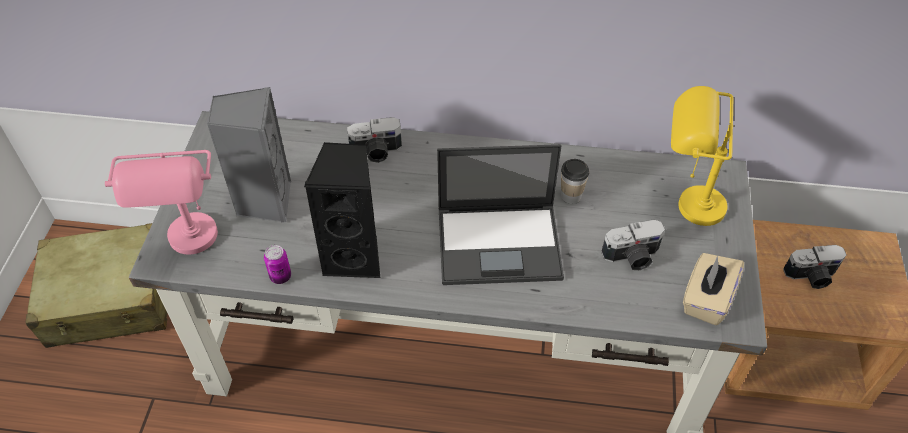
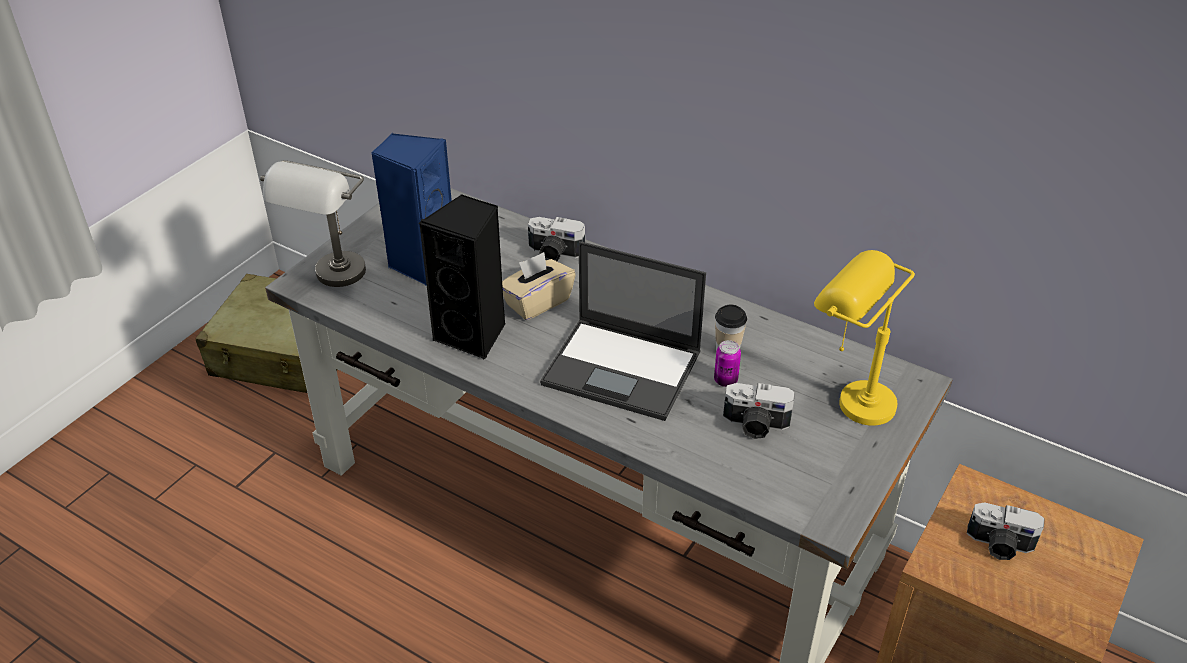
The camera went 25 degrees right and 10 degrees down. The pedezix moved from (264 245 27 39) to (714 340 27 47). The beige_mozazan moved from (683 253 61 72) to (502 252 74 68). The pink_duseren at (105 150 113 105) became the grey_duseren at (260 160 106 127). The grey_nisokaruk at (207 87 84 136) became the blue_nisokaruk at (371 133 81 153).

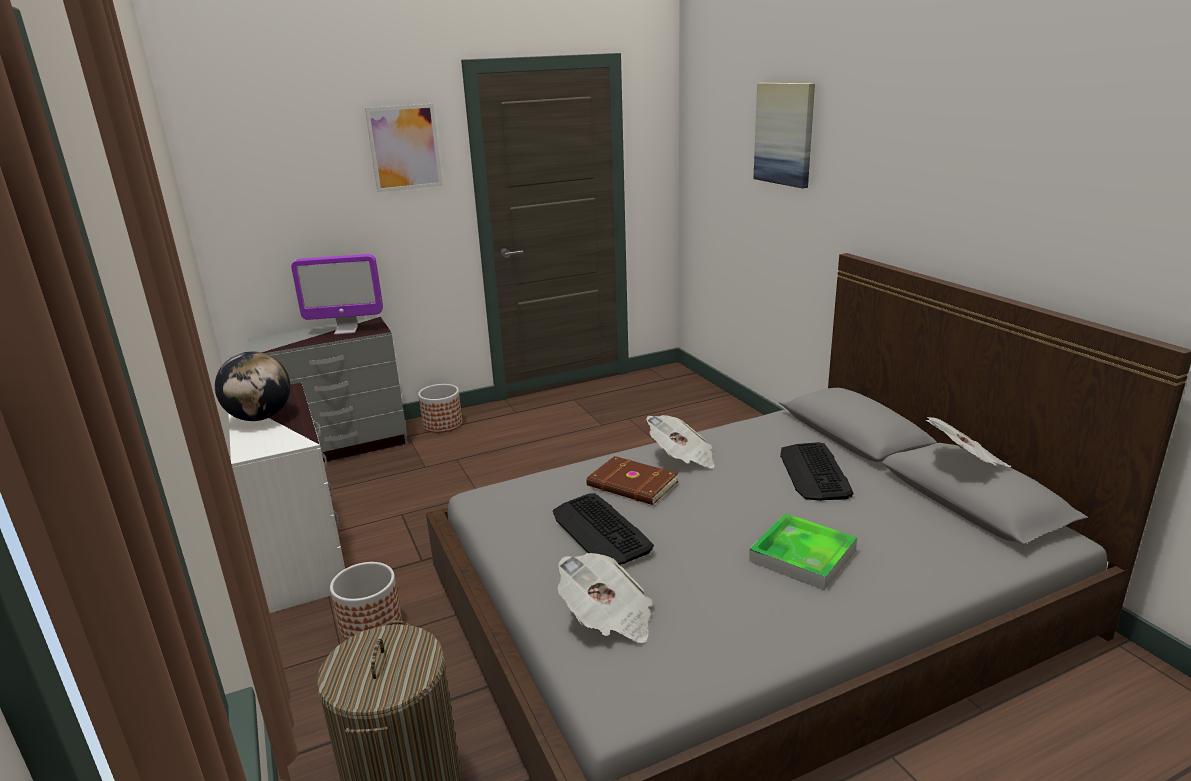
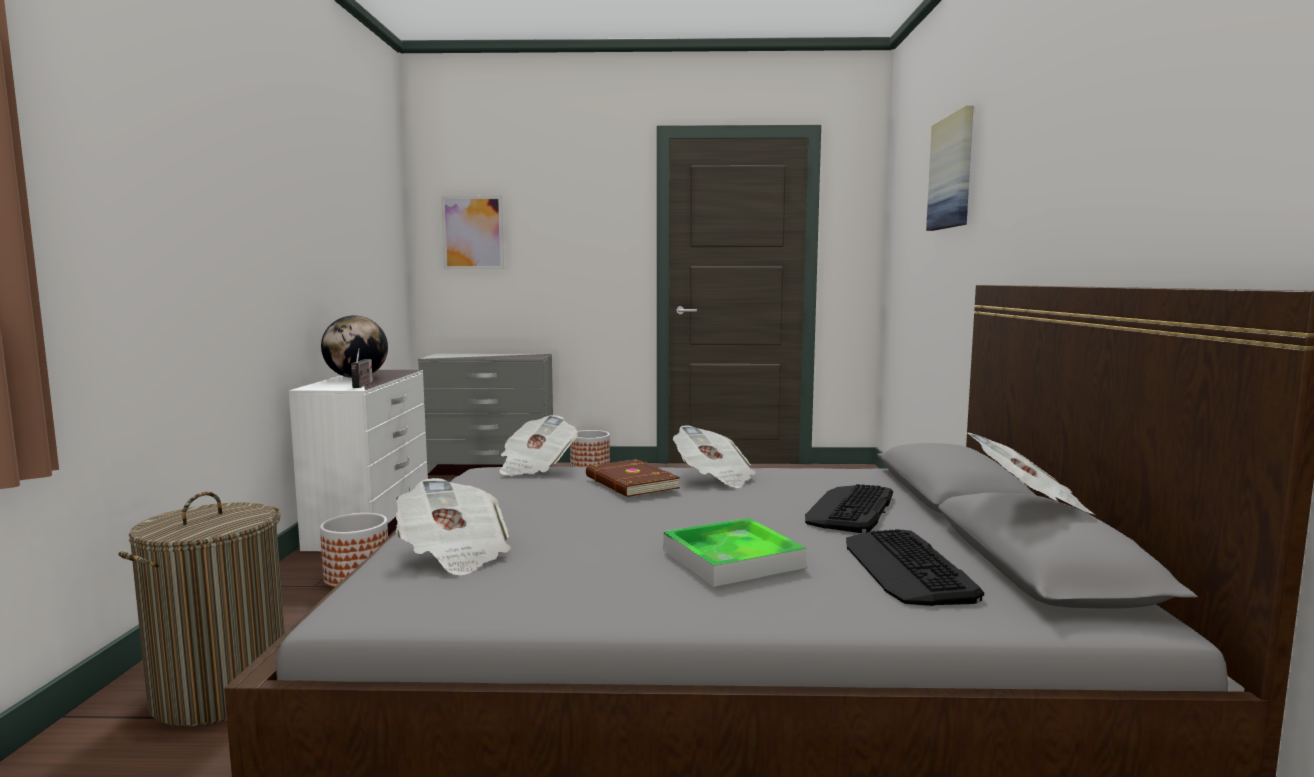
The camera went 25 degrees right and 15 degrees down. The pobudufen at (291 254 92 81) disappeared. The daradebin at (351 349 22 39) appeared. The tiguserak at (499 415 78 61) appeared. The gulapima moved from (365 104 78 88) to (441 196 63 74). The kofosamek moved from (553 493 101 72) to (846 529 138 77).

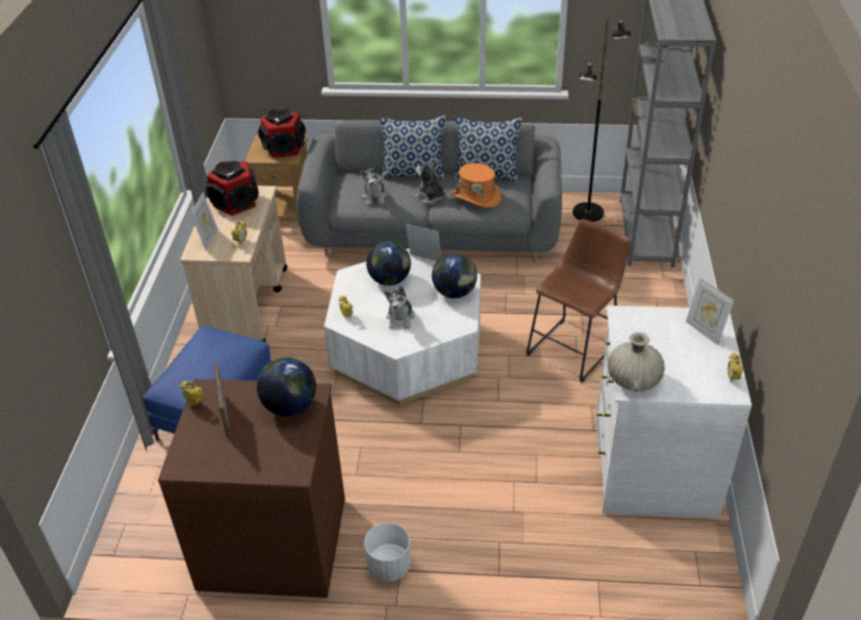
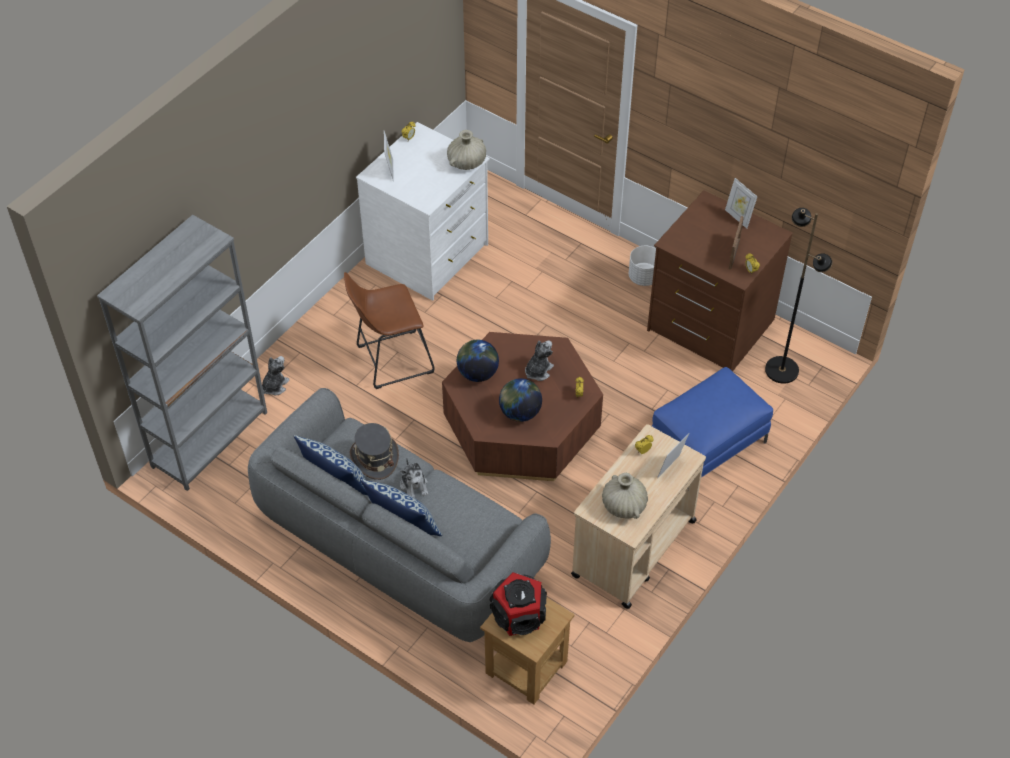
The camera went 150 degrees left and 10 degrees up. The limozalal at (257 357 59 59) disappeared. The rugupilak moved from (360 166 27 39) to (262 356 28 40). The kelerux moved from (405 224 36 37) to (725 178 32 51). The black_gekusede moved from (573 19 58 203) to (765 208 68 176). The nisokaruk at (206 161 53 55) was replaced by the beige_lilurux at (602 473 46 46). The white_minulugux at (324 248 157 157) became the brown_minulugux at (442 332 161 149). The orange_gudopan at (453 163 48 45) became the grey_gudopan at (350 423 49 57).

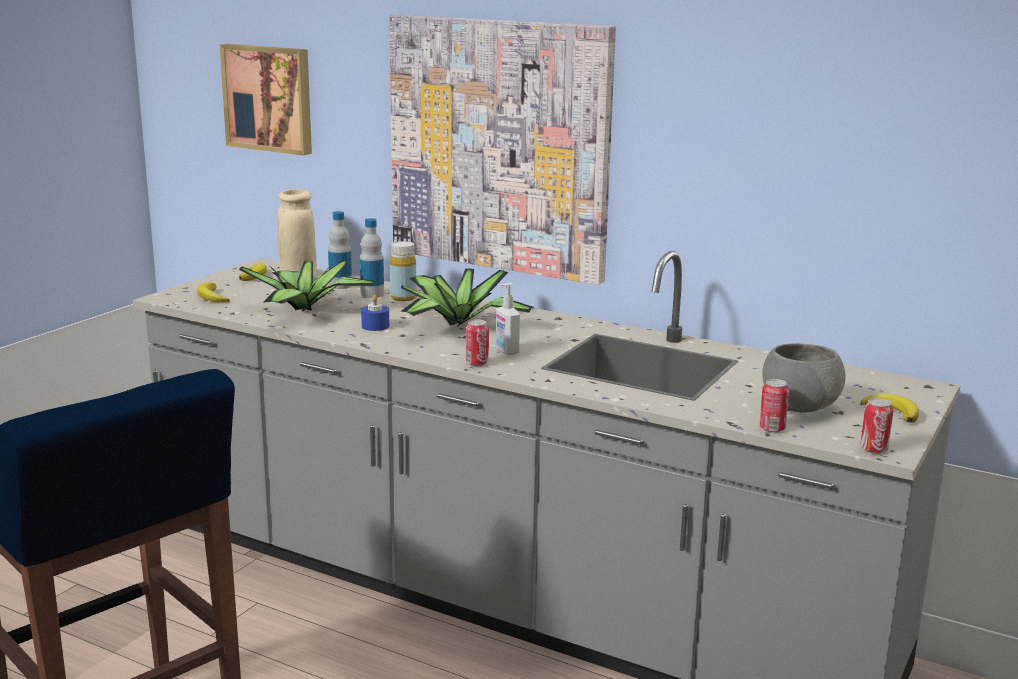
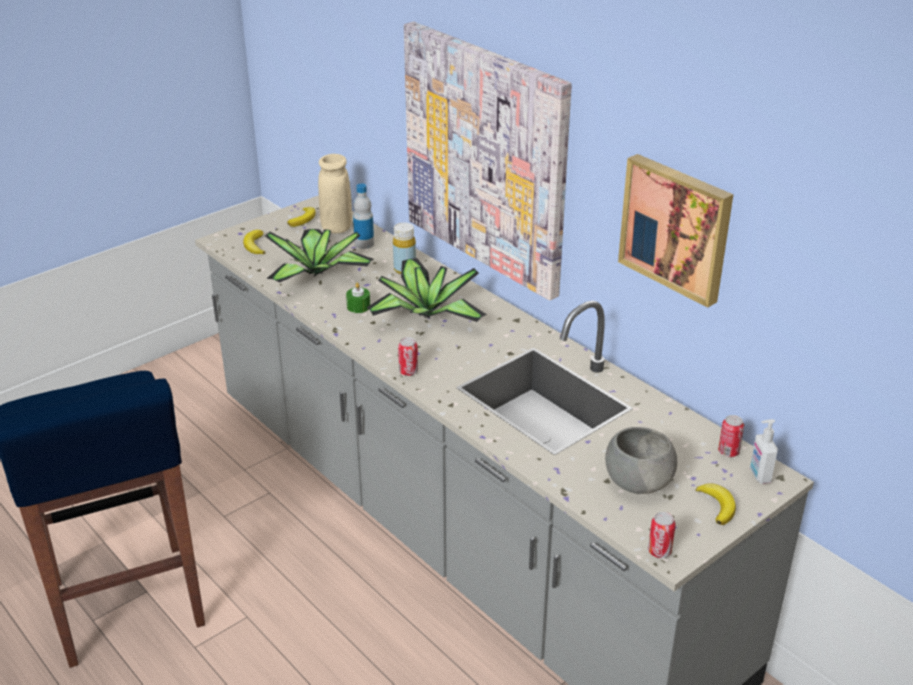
The camera went 20 degrees right and 15 degrees up. The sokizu at (360 218 24 80) disappeared. The gulapima moved from (220 44 92 112) to (618 154 115 154). The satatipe moved from (496 283 24 72) to (750 419 28 65). The pedezix moved from (759 379 30 54) to (718 415 26 42). The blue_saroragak at (361 295 28 36) became the green_saroragak at (346 282 24 31).

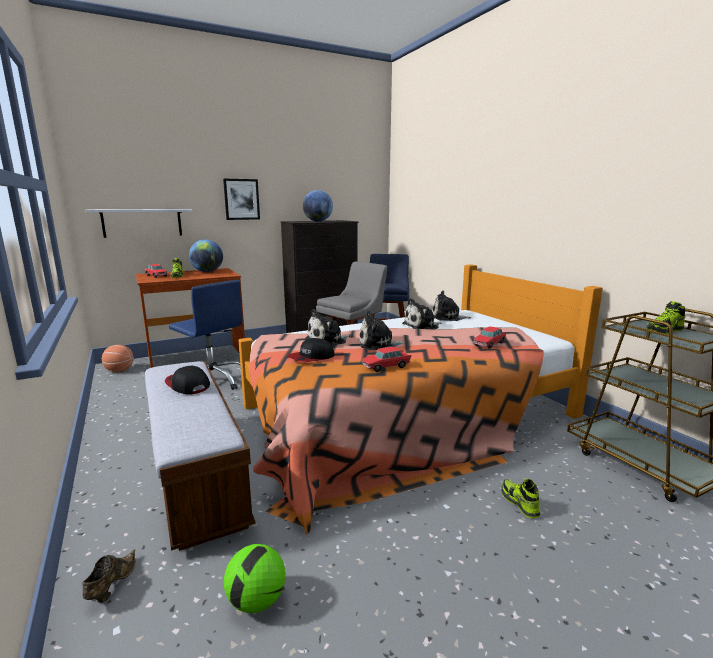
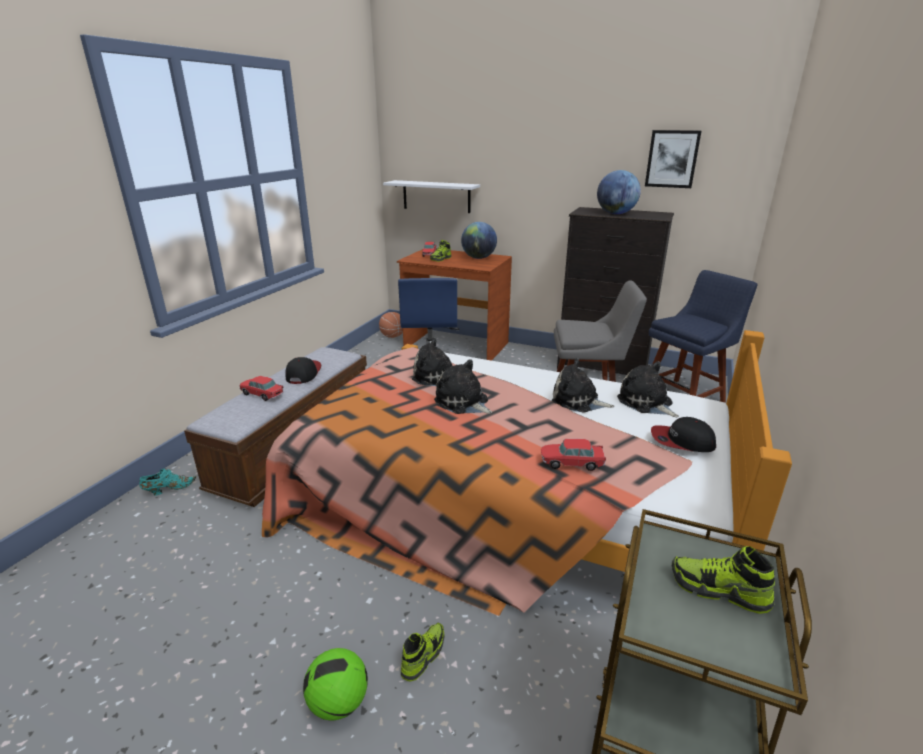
The camera went 50 degrees right and 10 degrees up. The gulapima moved from (223 179 37 41) to (645 130 57 58). The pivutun moved from (224 544 61 69) to (303 648 65 73). The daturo moved from (287 338 47 24) to (651 417 65 35). The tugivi moved from (362 347 49 25) to (239 376 45 25). The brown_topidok at (82 549 53 54) became the turquoise_topidok at (139 469 57 27).

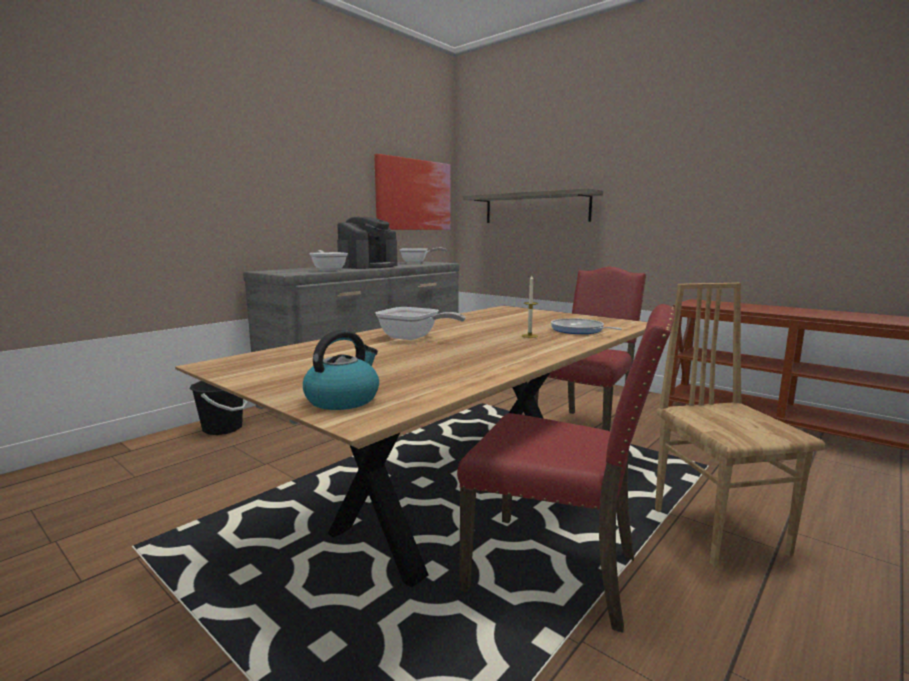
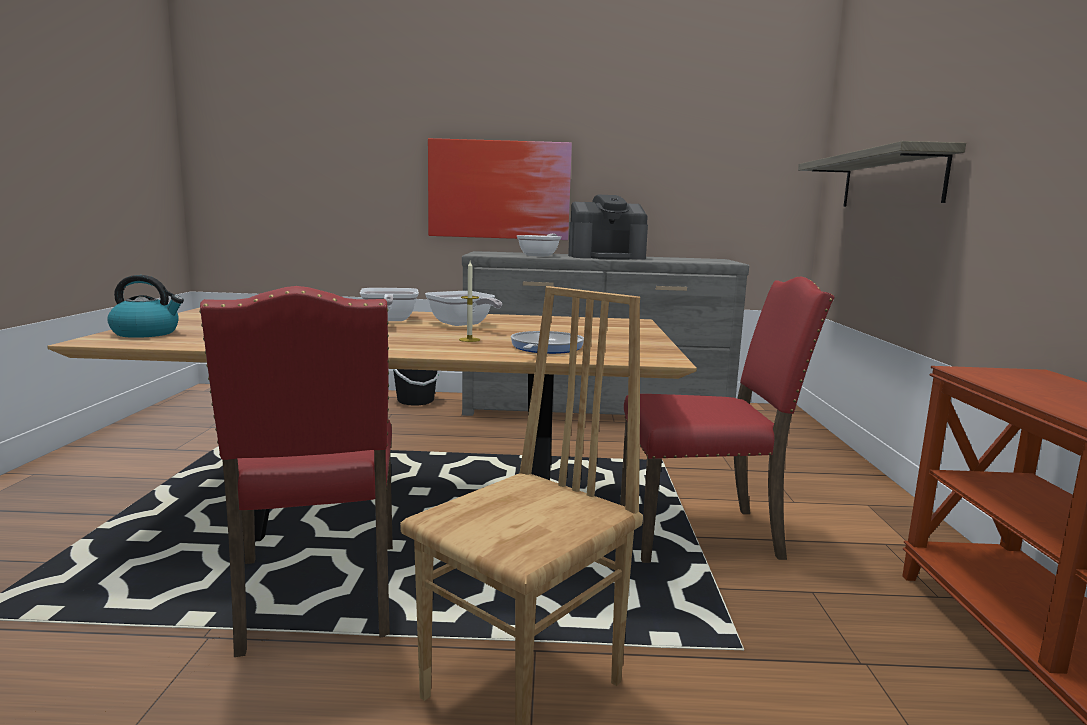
The camera went 50 degrees right and 0 degrees up. The gulapima moved from (374 154 77 76) to (428 138 144 102). The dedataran moved from (400 248 47 15) to (425 291 77 35).

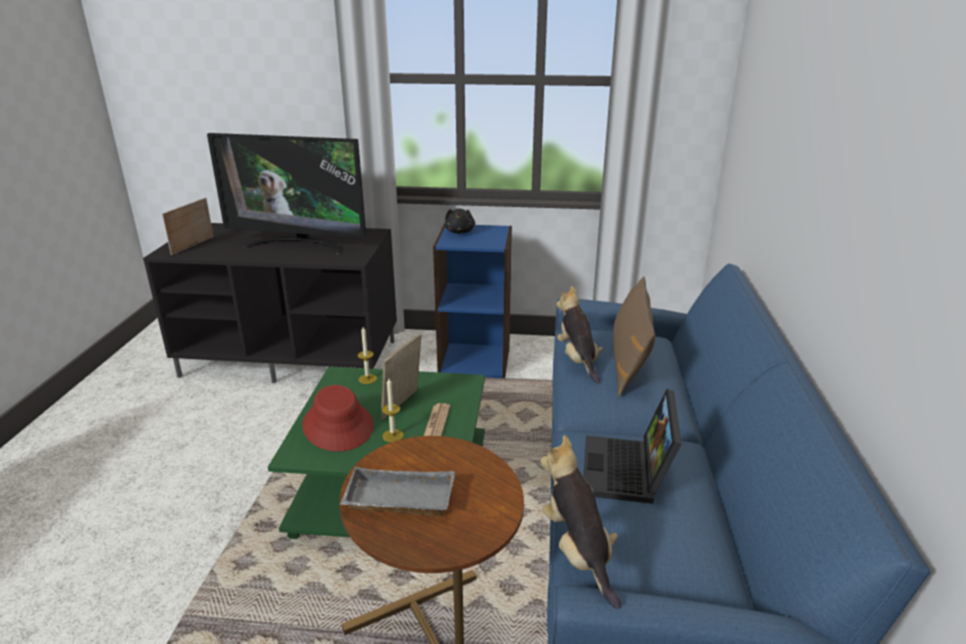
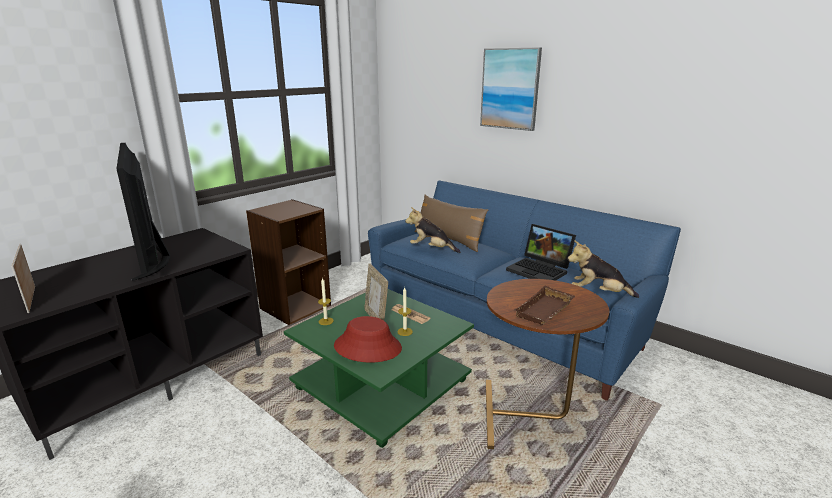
The camera went 55 degrees left and 5 degrees down. The black_rugupilak at (444 208 31 26) disappeared. The gulapima at (480 47 62 84) appeared. The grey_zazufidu at (340 467 115 49) became the brown_zazufidu at (514 286 61 39). The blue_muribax at (433 225 79 153) became the brown_muribax at (246 199 85 126). The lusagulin at (207 133 159 121) turned 105 degrees clockwise.

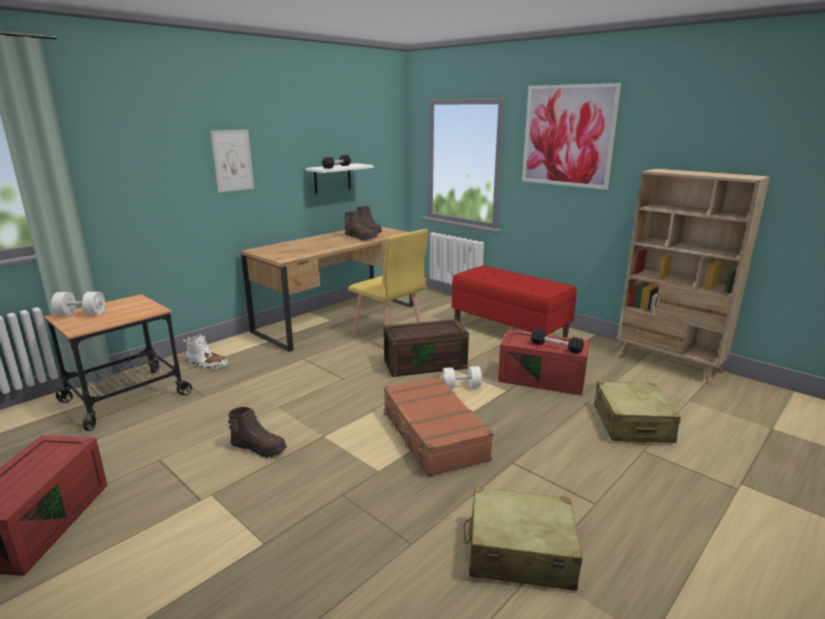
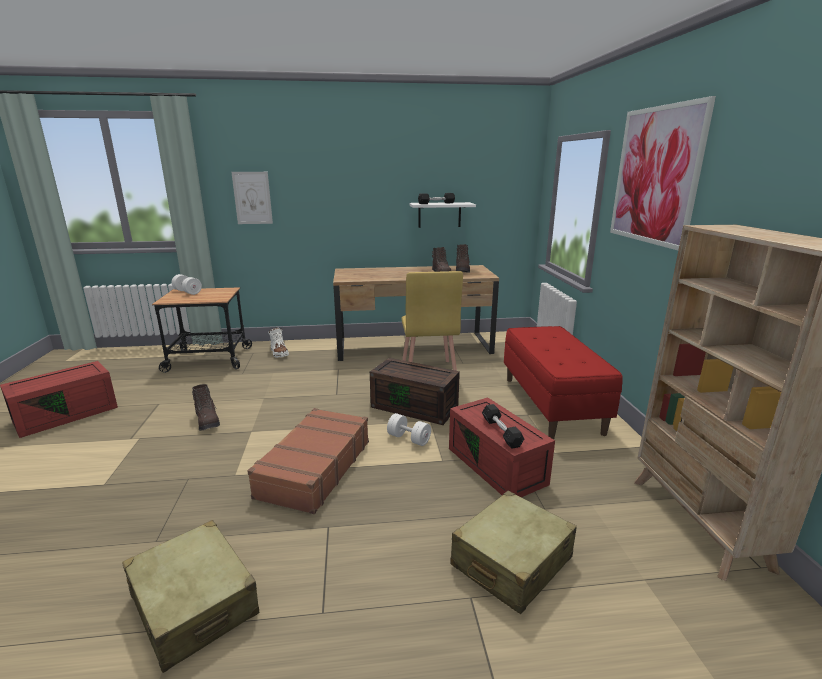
The camera went 40 degrees right and 0 degrees up. The gulapima moved from (210 130 44 63) to (231 172 42 52).

